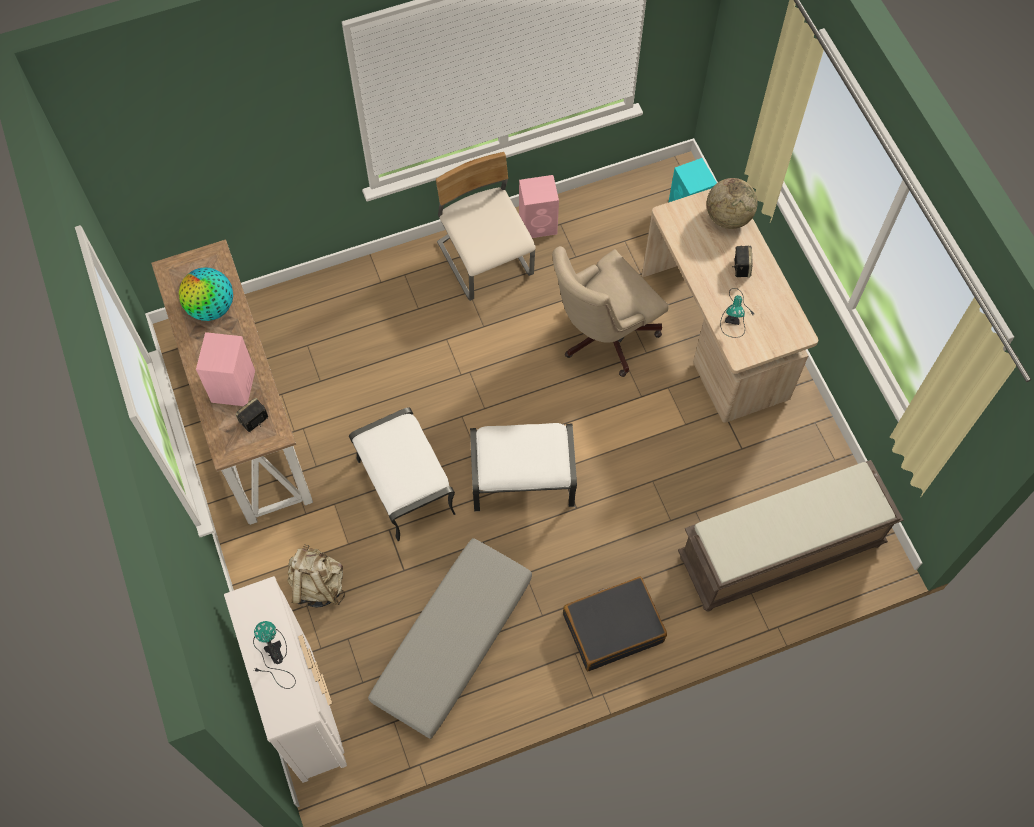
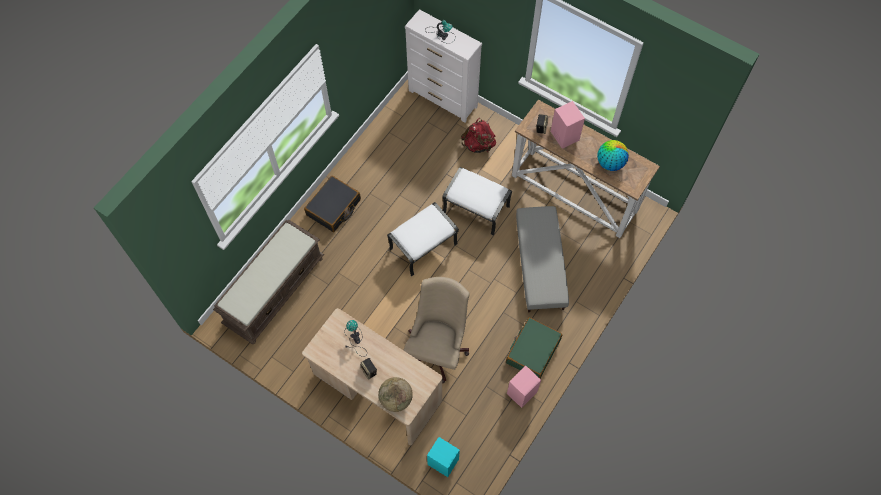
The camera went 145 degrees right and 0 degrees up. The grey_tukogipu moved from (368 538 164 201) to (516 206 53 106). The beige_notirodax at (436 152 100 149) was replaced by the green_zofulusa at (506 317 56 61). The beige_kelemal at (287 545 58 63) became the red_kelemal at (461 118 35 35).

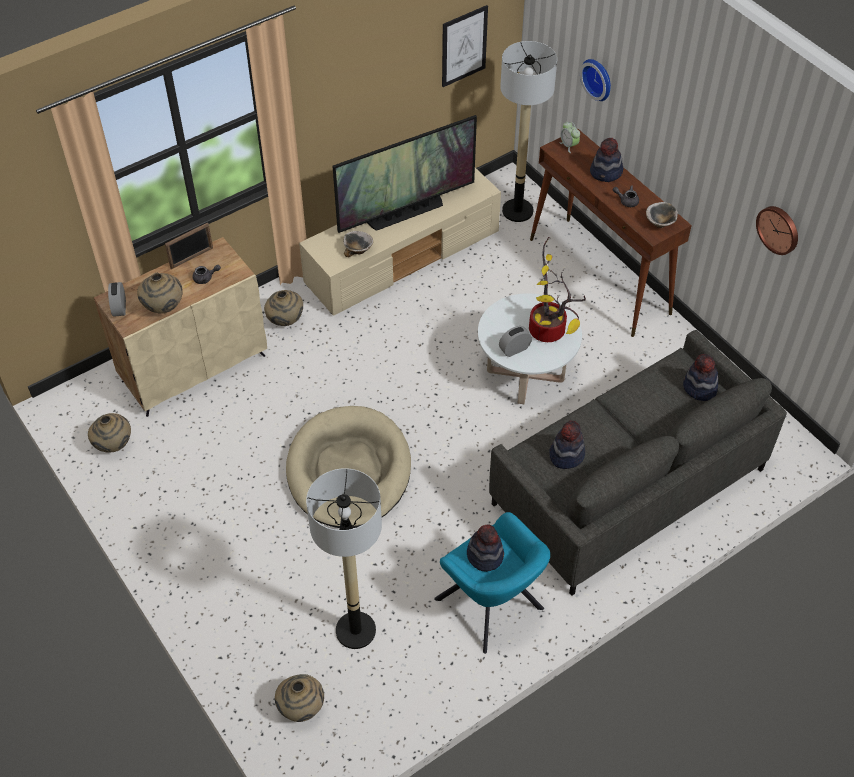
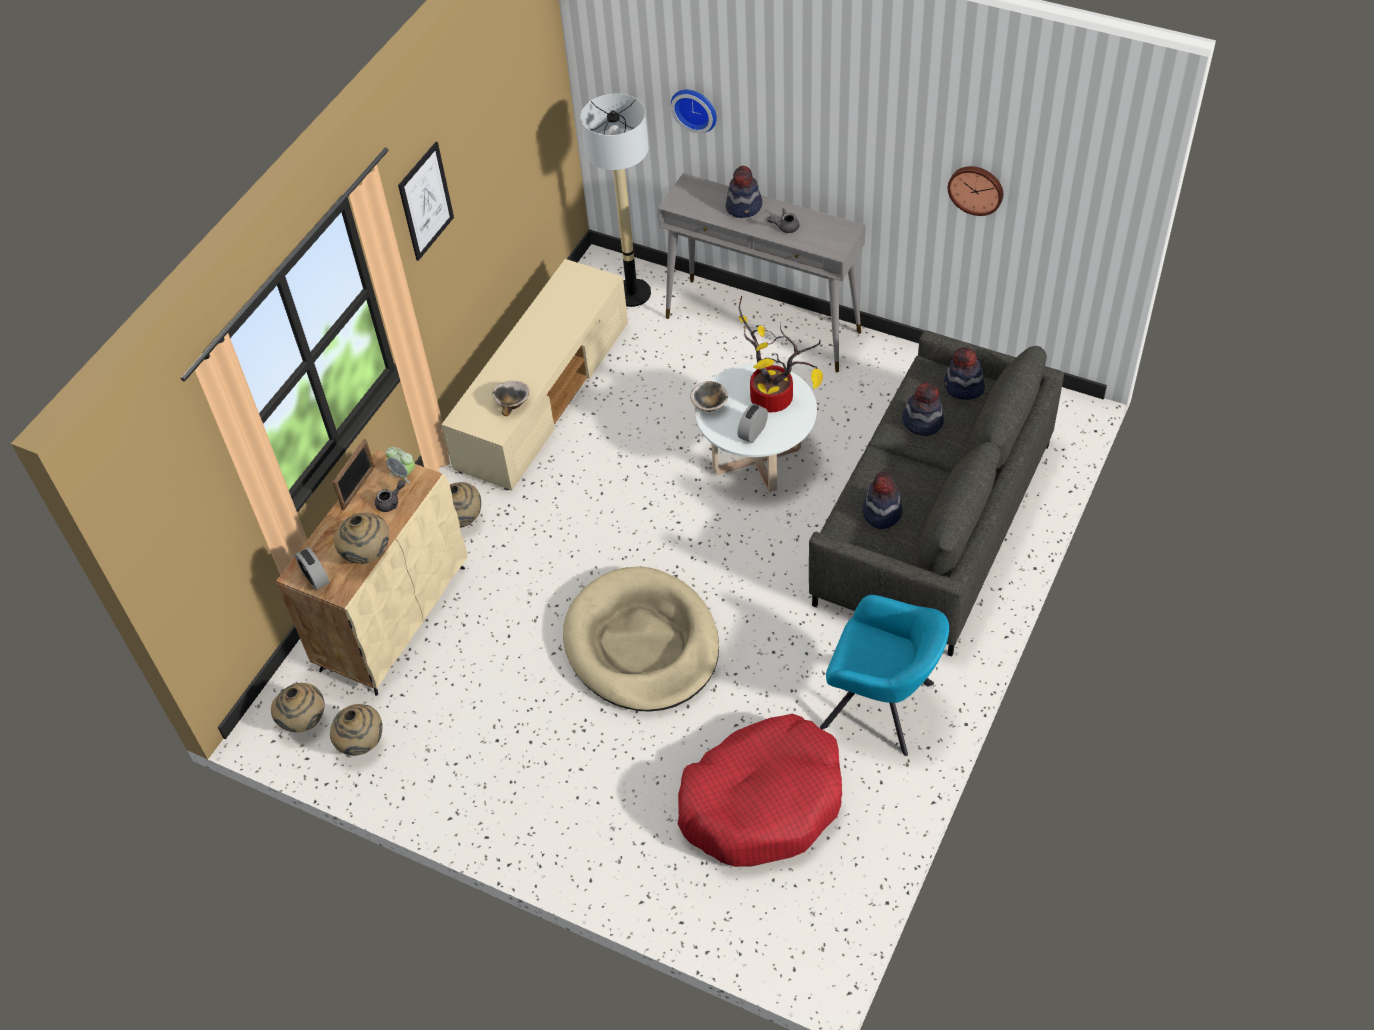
The camera went 25 degrees left and 0 degrees up. The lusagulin at (333 115 144 118) disappeared. The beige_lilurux moved from (275 674 49 48) to (271 683 54 49). The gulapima moved from (442 5 46 82) to (398 142 56 119). The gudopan moved from (467 525 37 47) to (902 382 42 54). The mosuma moved from (559 122 21 31) to (385 447 30 36). The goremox moved from (646 202 32 26) to (690 381 38 31). The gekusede at (306 468 76 181) was replaced by the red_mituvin at (678 714 164 153). The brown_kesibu at (530 129 162 208) became the grey_kesibu at (658 173 208 199).

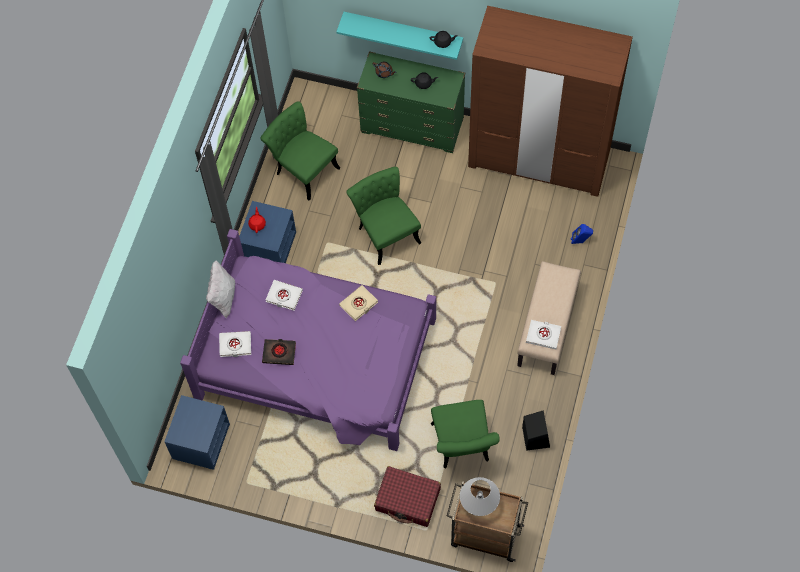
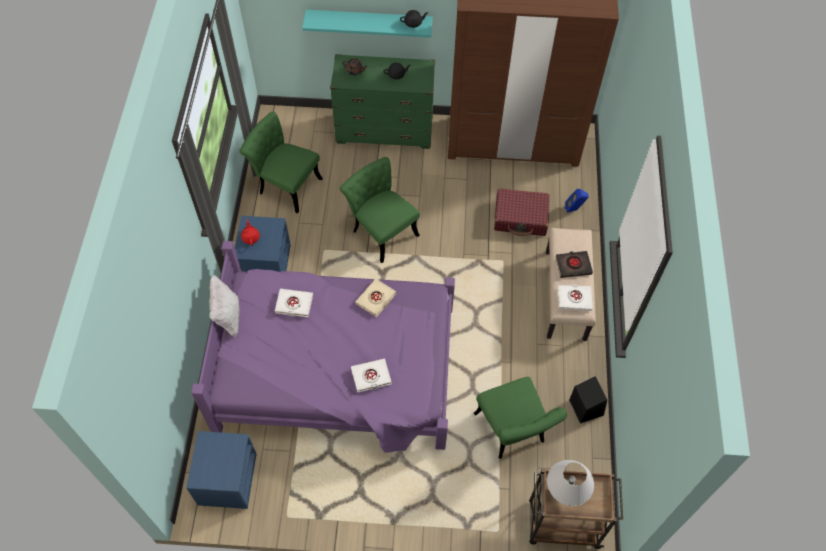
The camera went 15 degrees left and 5 degrees down. The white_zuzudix moved from (219 331 32 26) to (351 358 41 35). The black_zuzudix moved from (262 339 34 26) to (555 251 38 27). The red_zofulusa moved from (374 466 67 61) to (494 188 56 48).

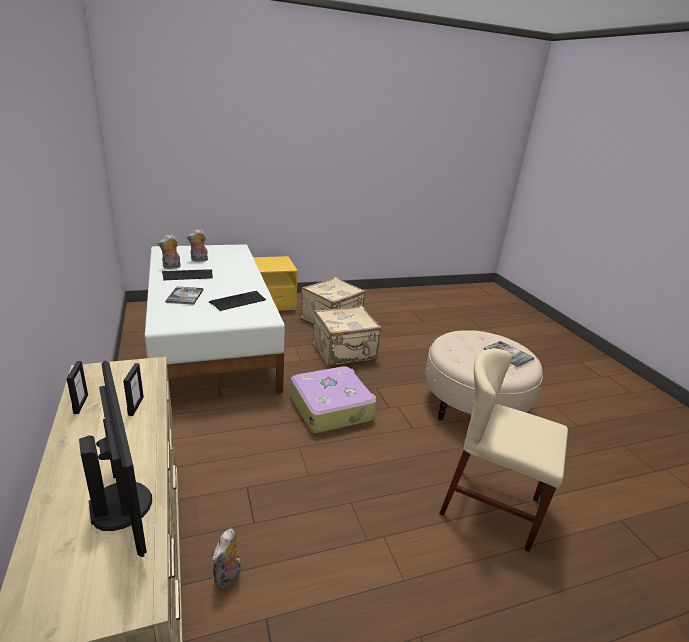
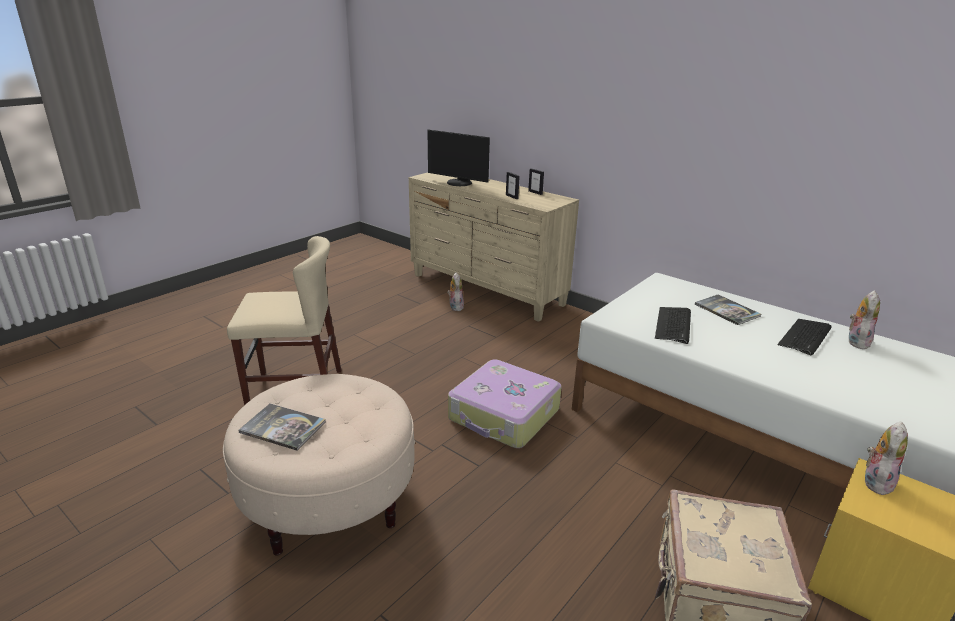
The camera went 150 degrees right and 0 degrees up. The beige_zofulusa at (313 306 69 60) disappeared. The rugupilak moved from (187 229 21 33) to (864 421 44 74).

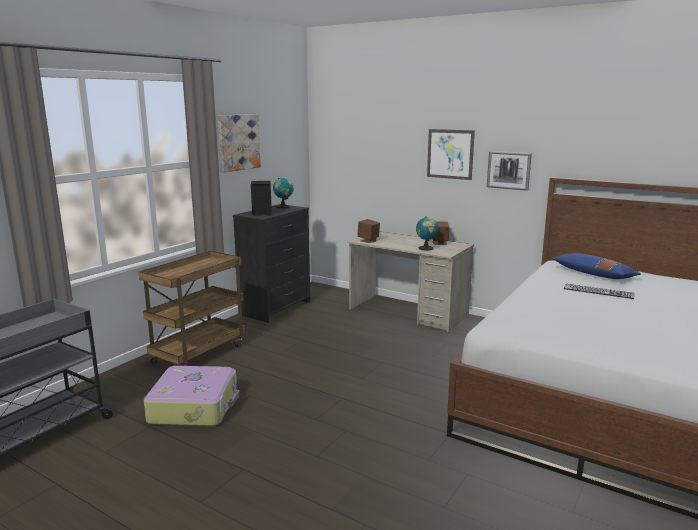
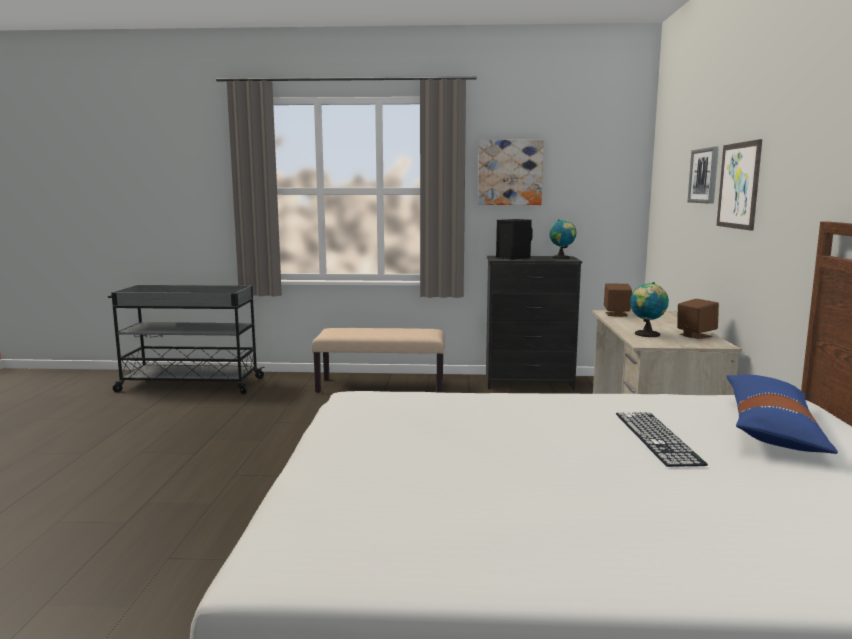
The camera went 60 degrees right and 5 degrees down. The zofulusa at (144 366 95 60) disappeared. The gulapima moved from (487 151 45 40) to (688 147 31 57). The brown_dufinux at (139 251 107 115) was replaced by the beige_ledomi at (312 328 133 65).

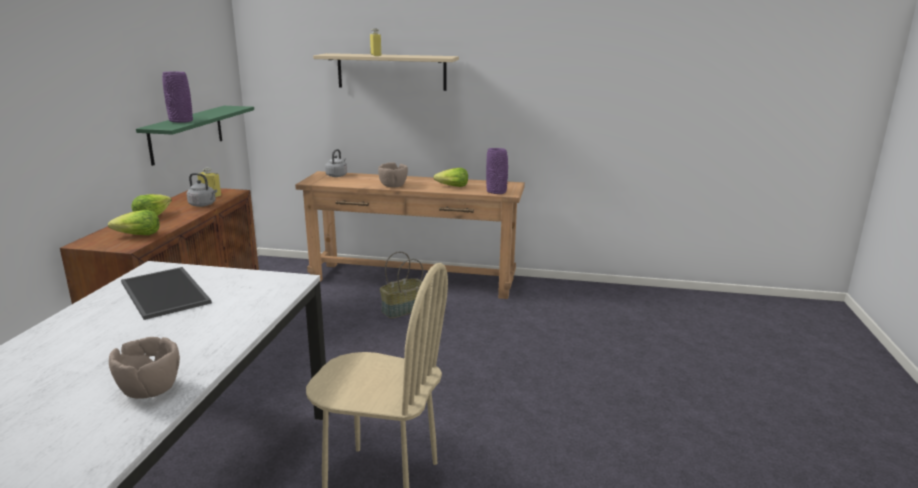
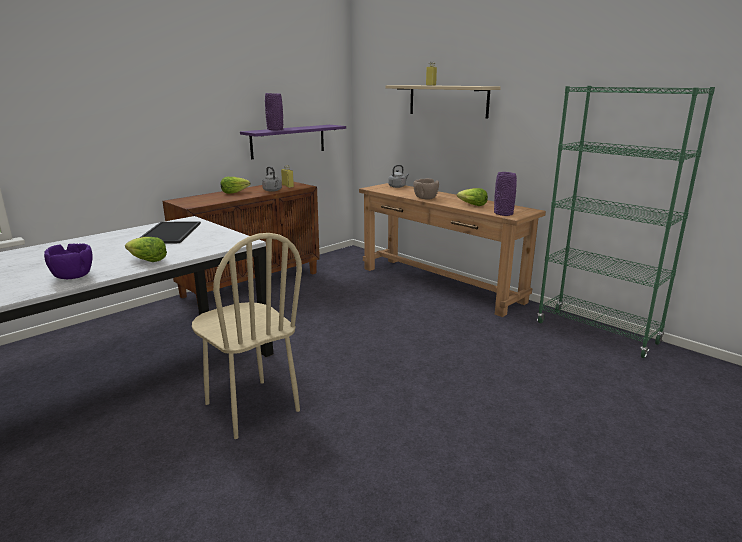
The camera went 35 degrees right and 0 degrees up. The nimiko at (380 251 43 67) disappeared. The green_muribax at (537 86 178 272) appeared. The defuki moved from (108 210 52 25) to (125 237 42 25). The brown_goremox at (109 337 71 62) became the purple_goremox at (44 243 49 36). The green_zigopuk at (136 106 118 60) became the purple_zigopuk at (240 125 106 34).

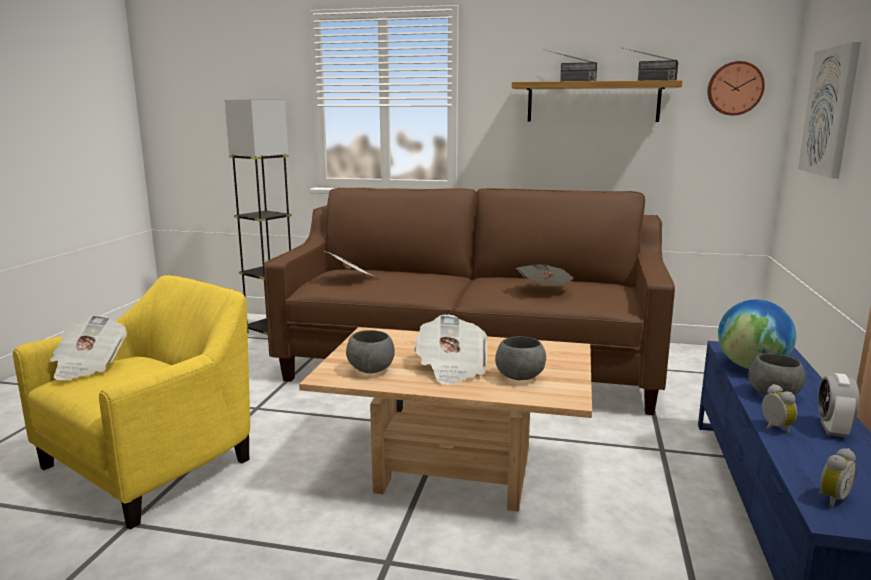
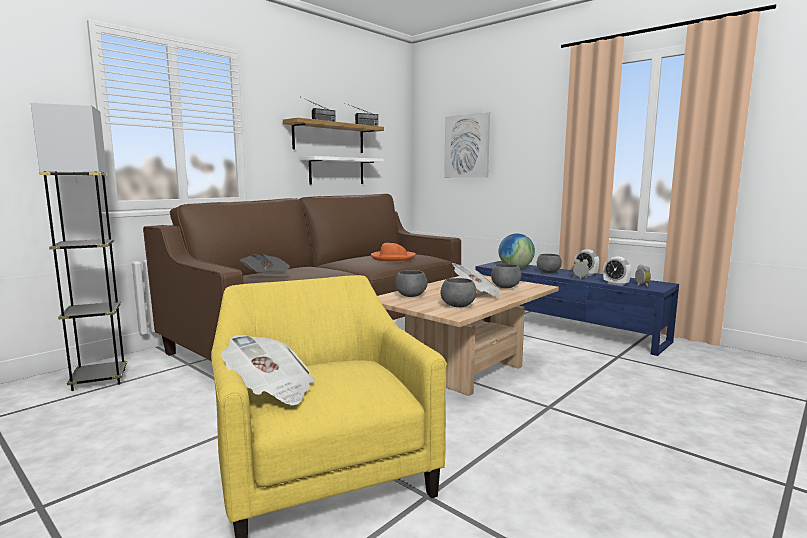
The camera went 60 degrees left and 5 degrees down. The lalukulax at (707 61 58 54) disappeared. The white_zigopuk at (300 156 84 28) appeared. The grey_goremox at (395 270 32 27) appeared. The mosuma at (603 256 28 30) appeared. The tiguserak at (516 264 58 21) was replaced by the orange_gudopan at (371 243 45 19).

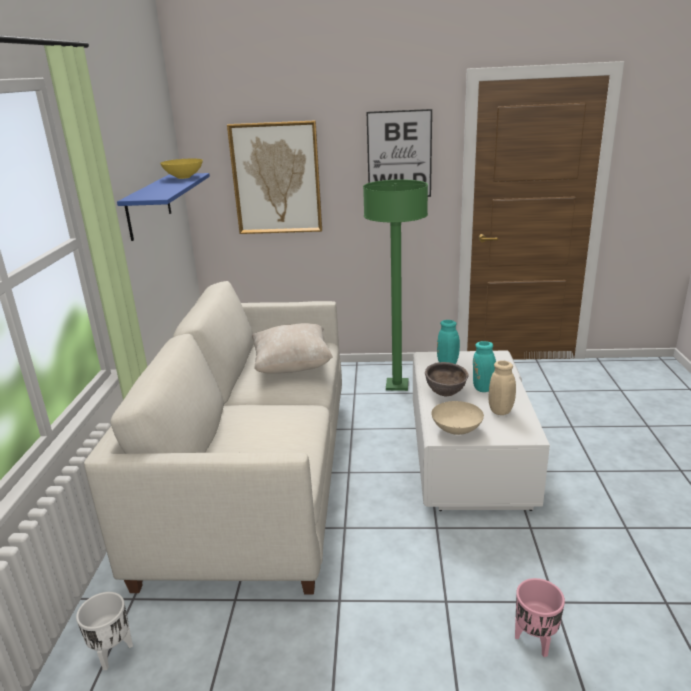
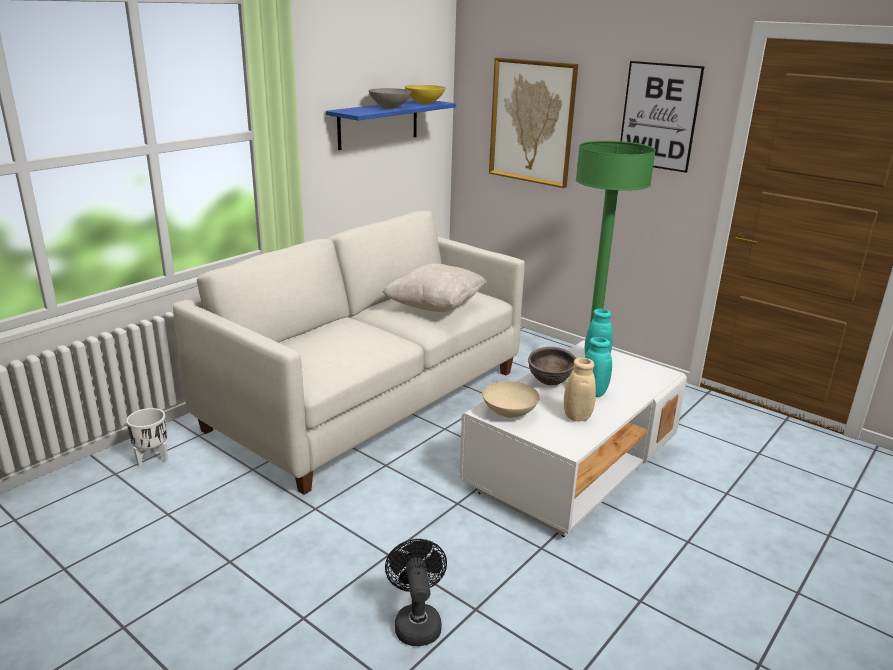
The camera went 35 degrees right and 0 degrees up. The grey_goremox at (368 88 44 21) appeared. The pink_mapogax at (515 578 50 79) was replaced by the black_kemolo at (385 539 62 107).

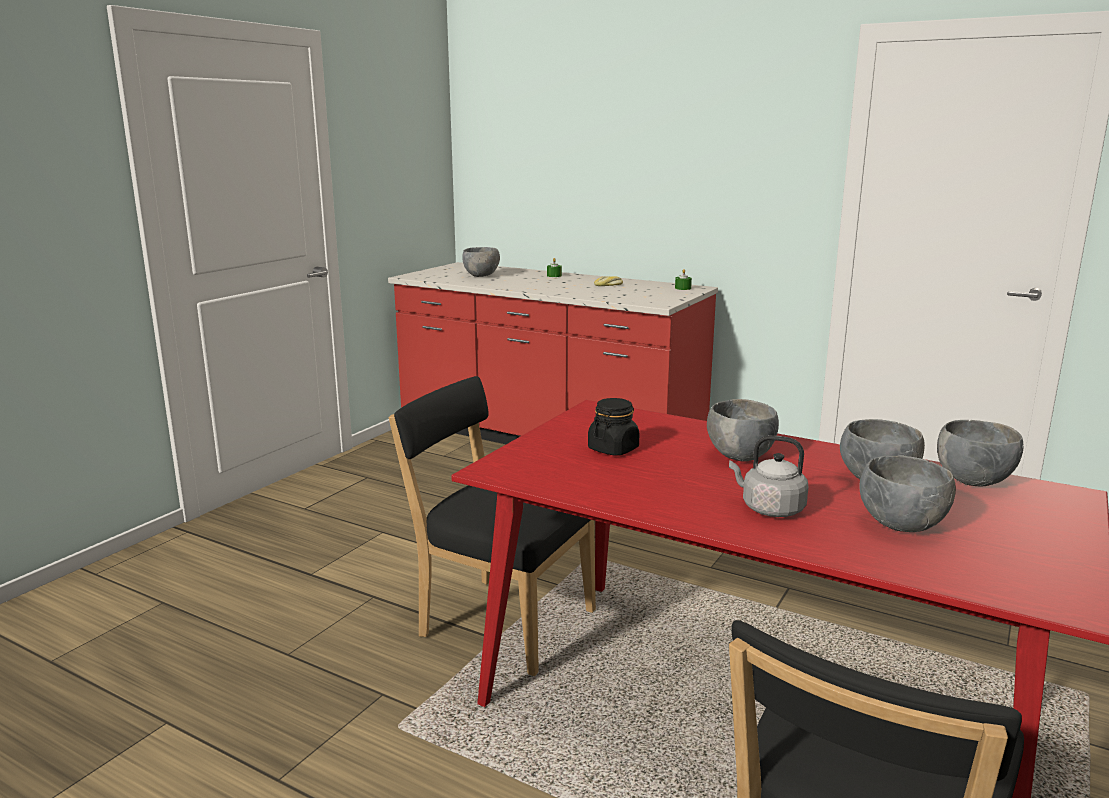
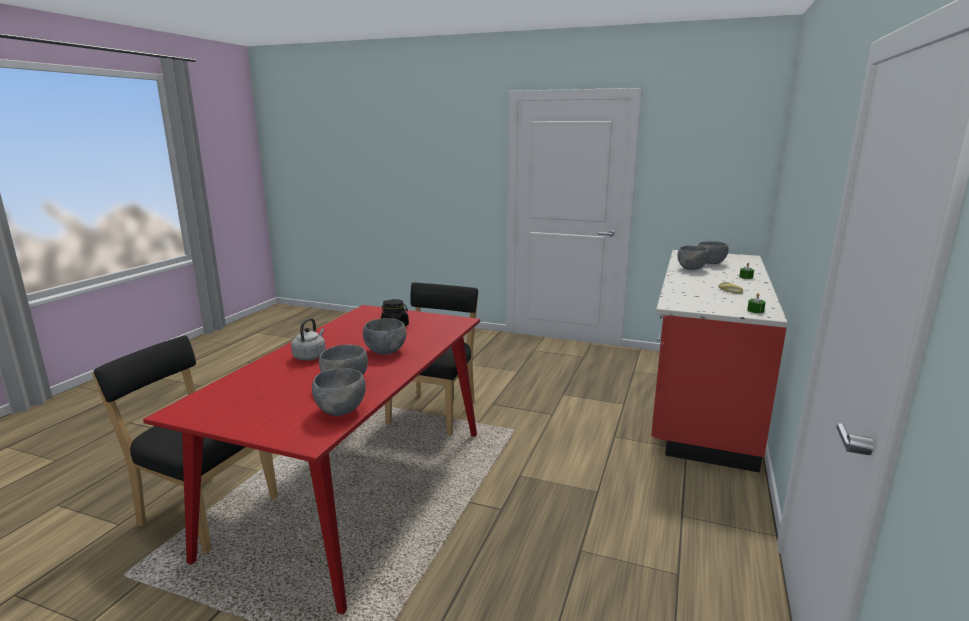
The camera went 80 degrees right and 0 degrees up. The grey_goremox moved from (859 456 97 76) to (677 246 32 24).

